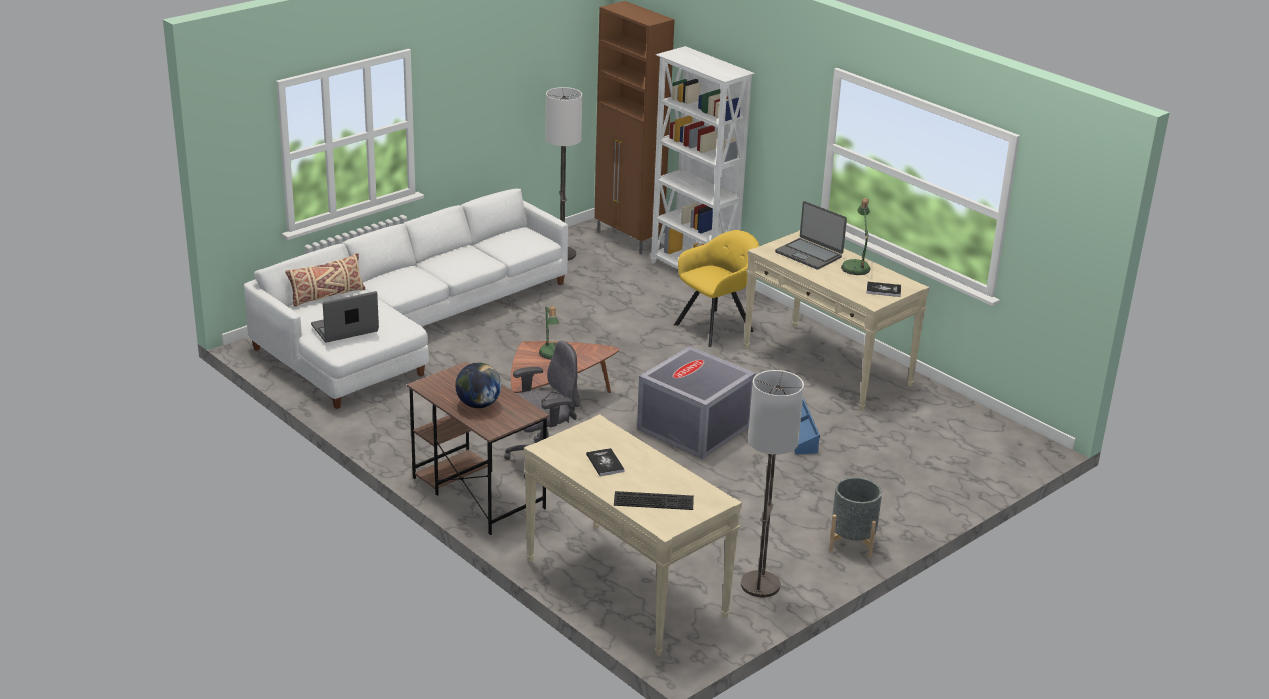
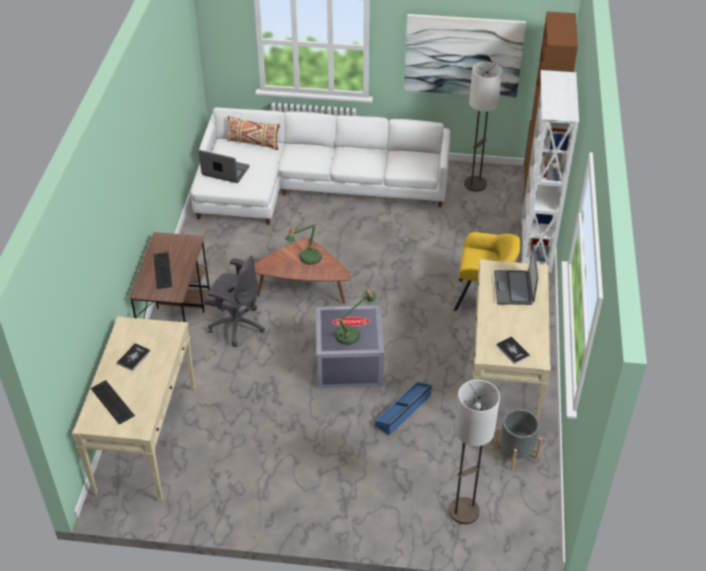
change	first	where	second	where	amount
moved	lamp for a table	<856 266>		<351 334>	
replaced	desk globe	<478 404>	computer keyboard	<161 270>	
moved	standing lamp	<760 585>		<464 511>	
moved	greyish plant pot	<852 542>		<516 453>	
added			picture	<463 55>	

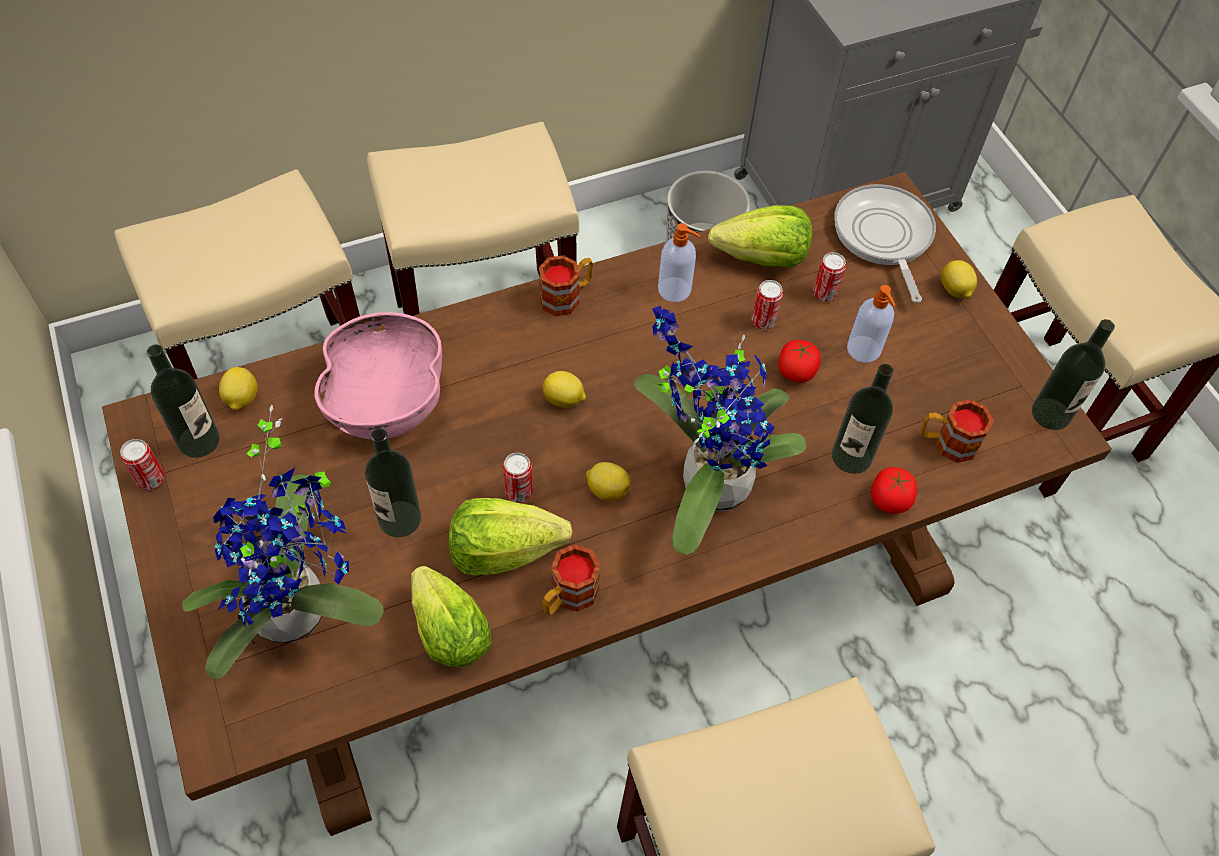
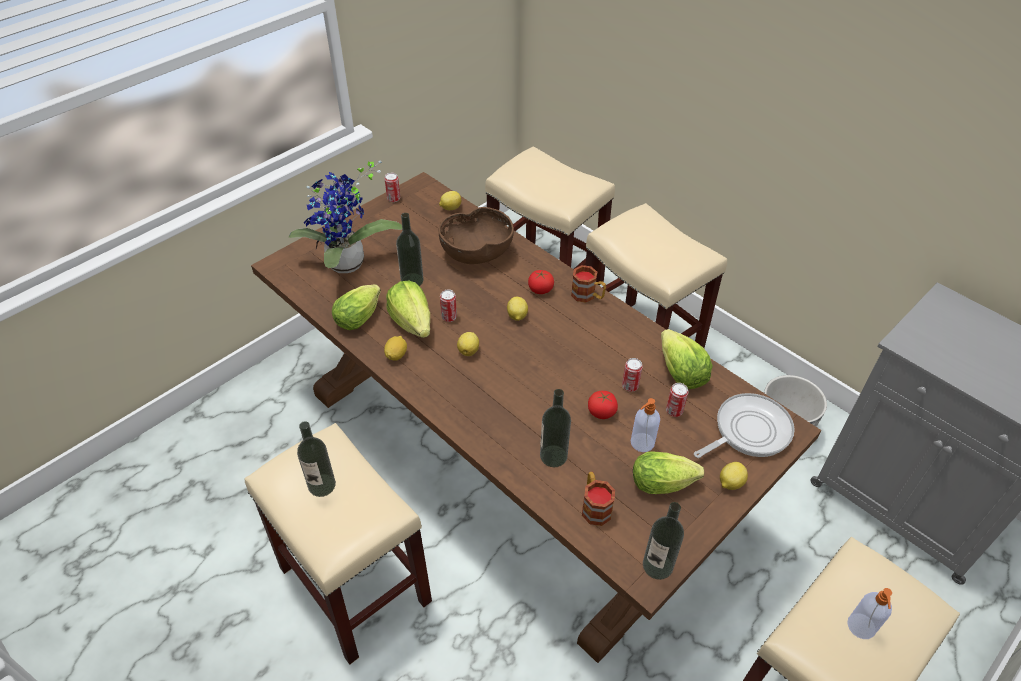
change	first	where	second	where	amount
moved	soap dispenser	<675 290>		<861 627>	
removed	plant in a pot	<706 483>			
recoloured	pinkish bowl	<387 402>	brown bowl	<477 253>	
moved	beverage bottle	<199 440>		<322 485>	
moved	tomato	<889 500>		<540 289>	
replaced	coffee mug	<568 597>	whole lemon	<396 355>	
added			lettuce head	<665 483>	

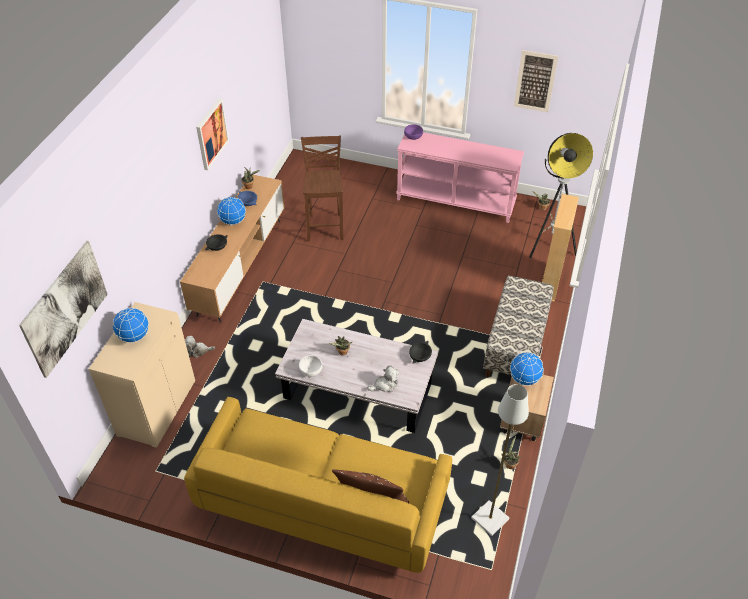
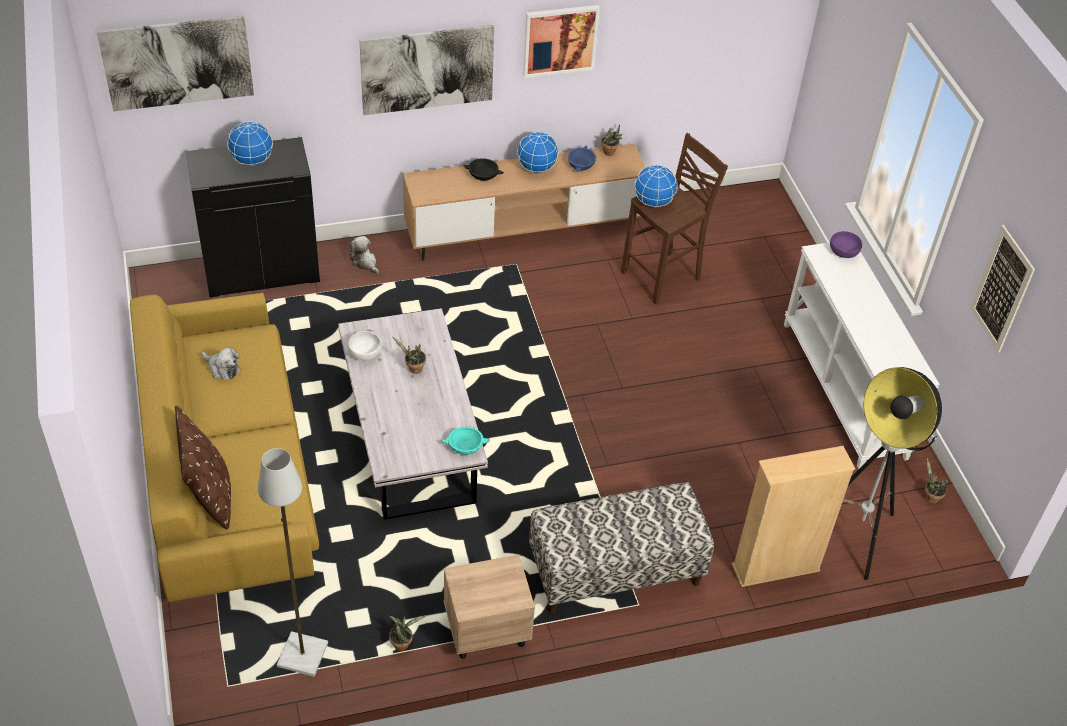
change	first	where	second	where	amount
recoloured	pinkish hall table	<456 201>	white hall table	<845 389>	
recoloured	sand-coloured storage cabinet	<156 407>	black storage cabinet	<262 270>	
recoloured	black bowl	<420 356>	turquoise-coloured bowl	<465 447>	
moved	desk globe	<524 378>		<653 202>	
moved	cuddly toy	<385 385>		<222 368>	
added			picture	<427 69>	

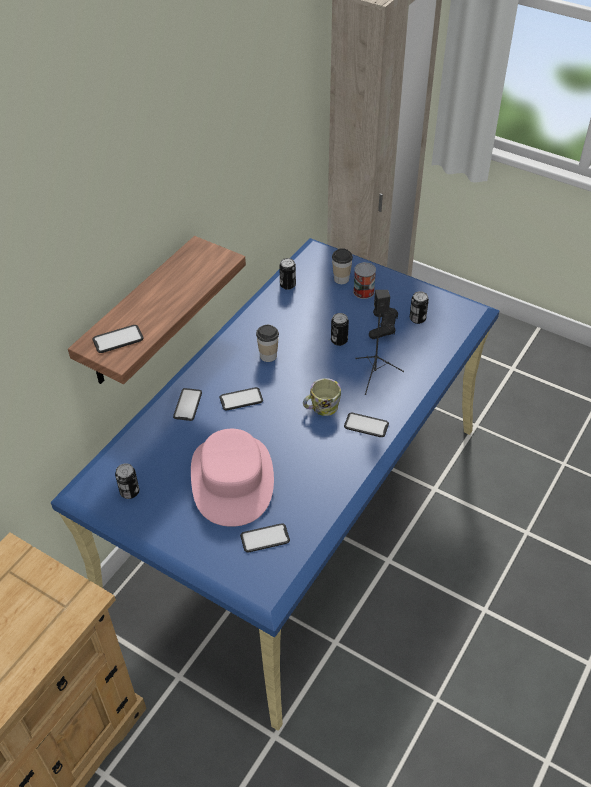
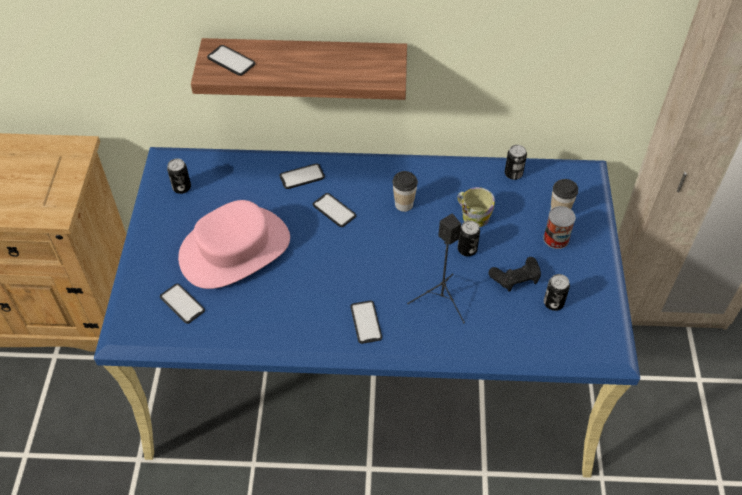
change	first	where	second	where	amount
moved	coffee mug	<321 407>		<472 215>	

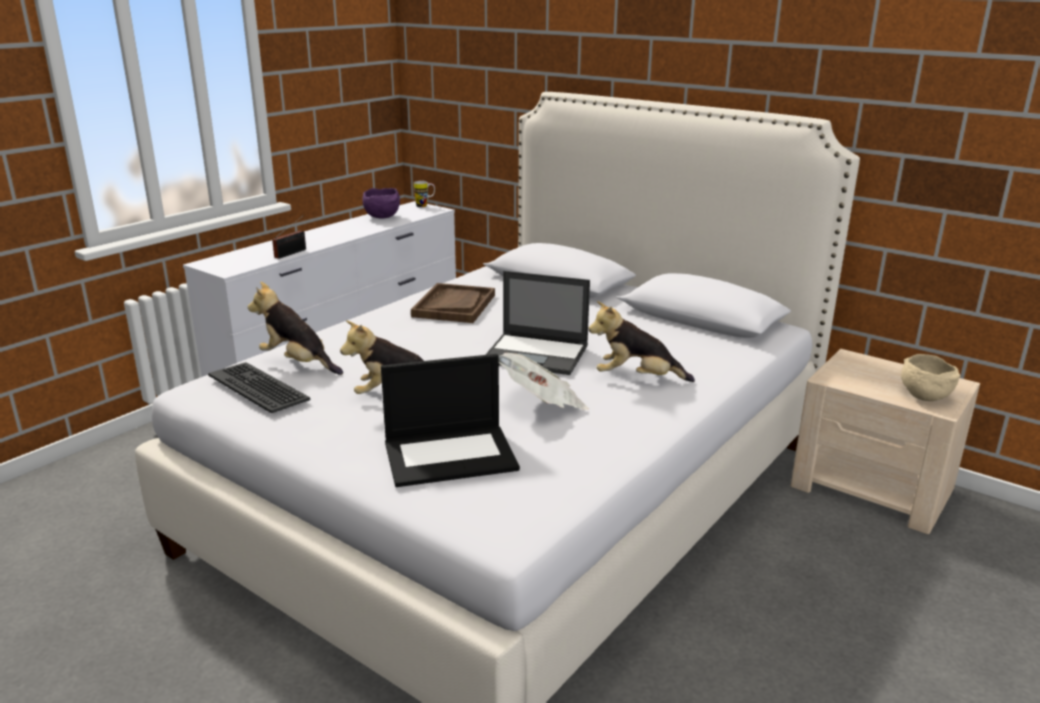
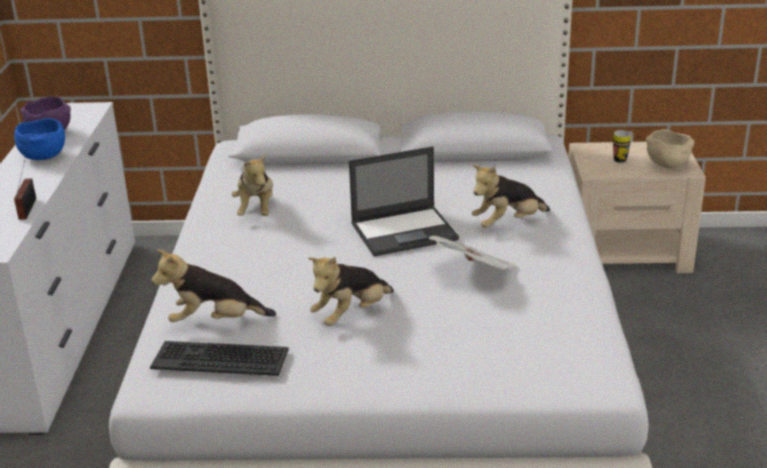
change	first	where	second	where	amount
moved	coffee mug	<425 206>		<622 159>	
replaced	brown serving tray	<454 305>	cuddly toy	<256 210>	
removed	laptop	<451 455>			
added			bluish bowl	<43 156>	

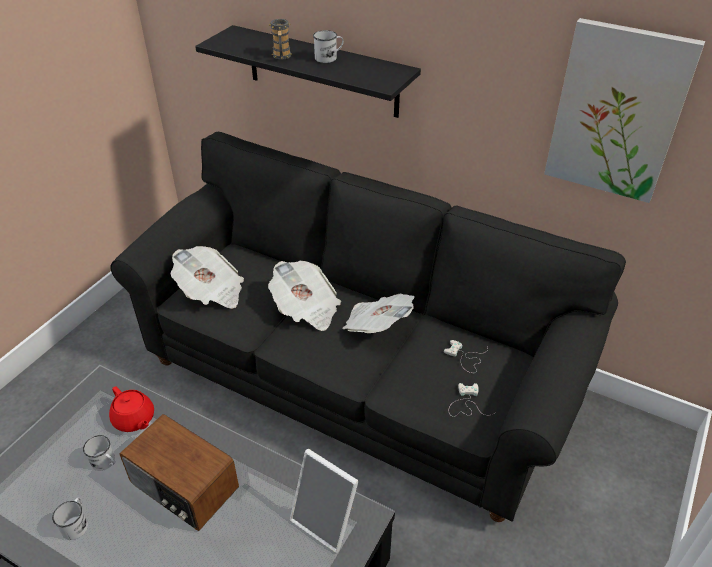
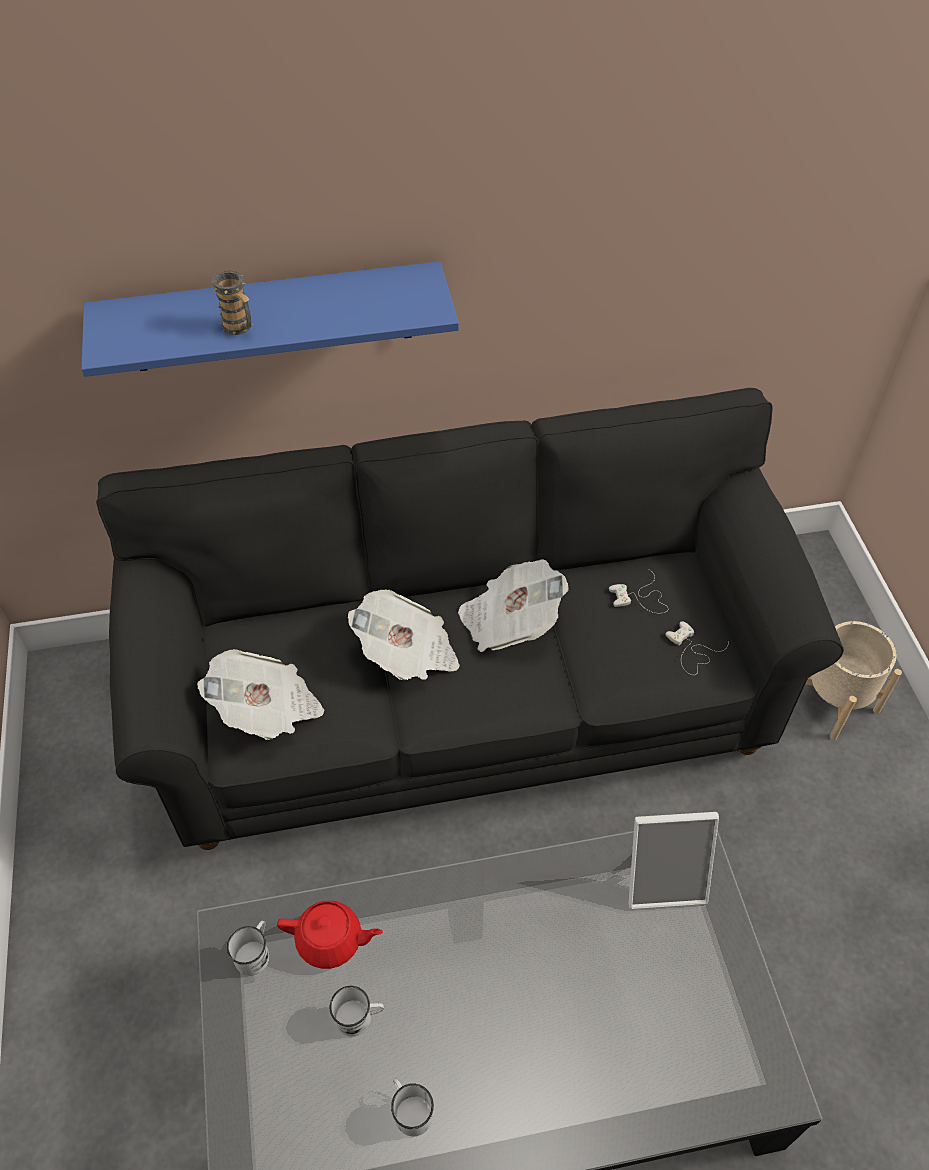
change	first	where	second	where	amount
removed	picture	<617 112>			
recoloured	black bracket shelf	<322 71>	bluish bracket shelf	<271 317>	
moved	white coffee mug	<329 57>		<255 952>	
removed	radio receiver	<184 487>			
added			sand-coloured plant pot	<835 702>	

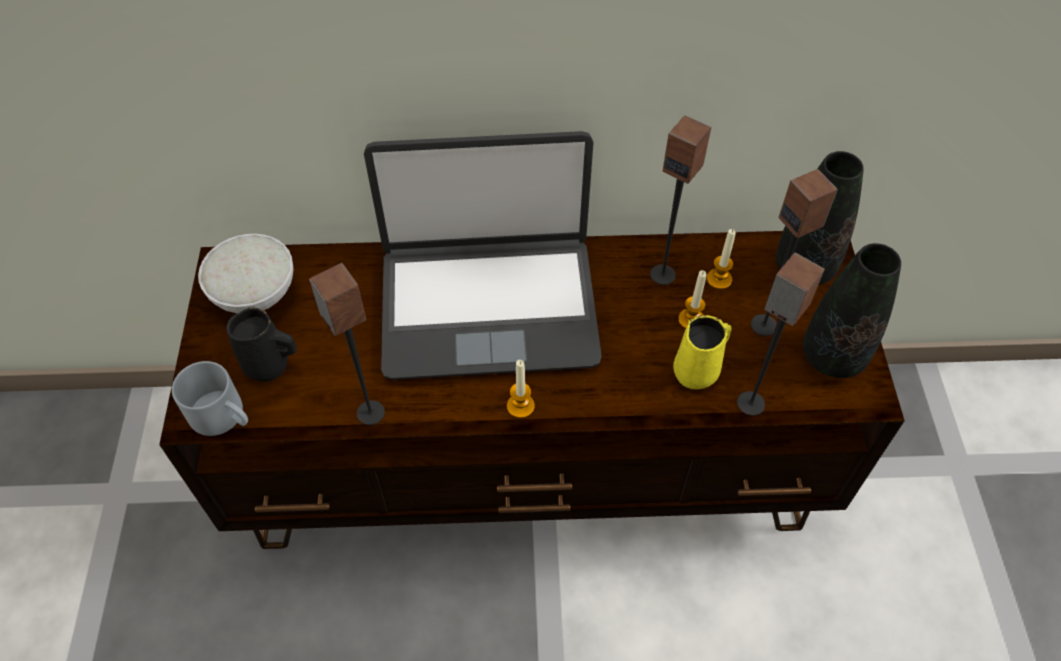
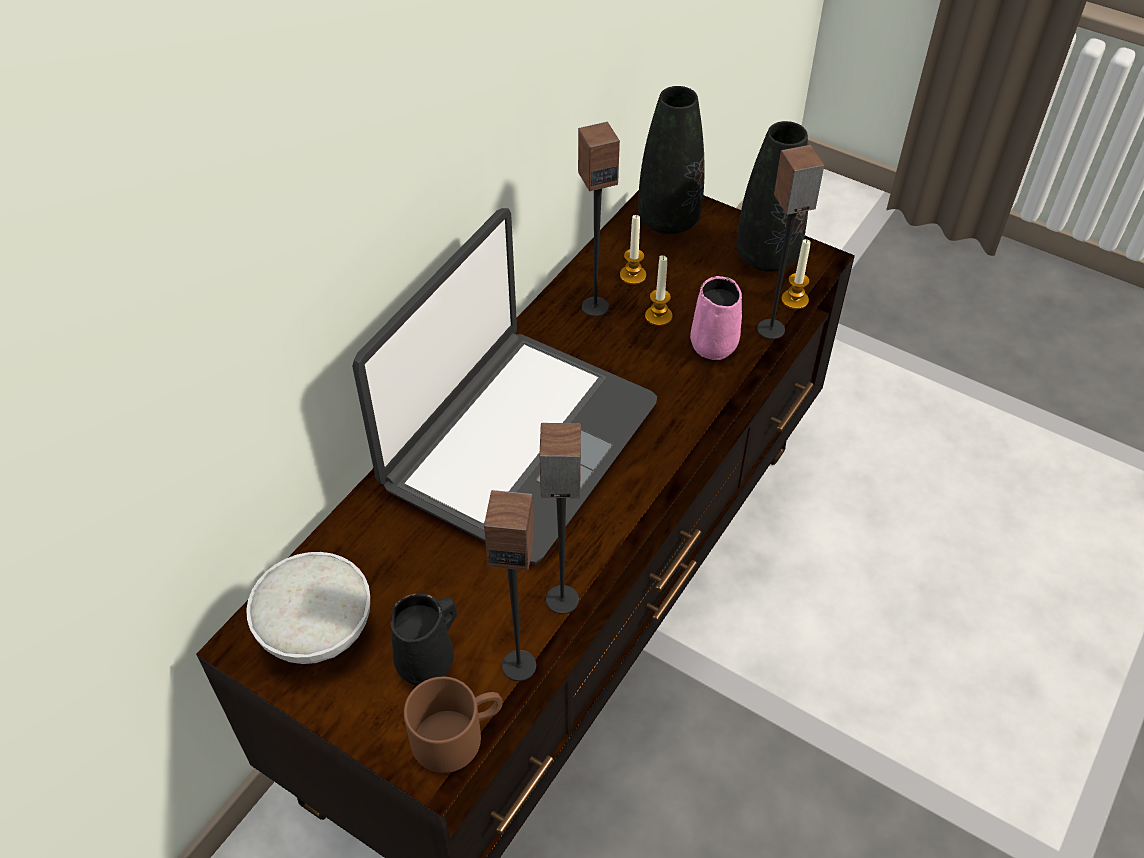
change	first	where	second	where	amount
moved	audio speaker	<764 325>		<519 665>	
recoloured	yellowish coffee mug	<697 371>	pinkish coffee mug	<713 342>	
moved	candle	<520 406>		<794 300>	
recoloured	greyish coffee mug	<224 415>	brown coffee mug	<457 733>	

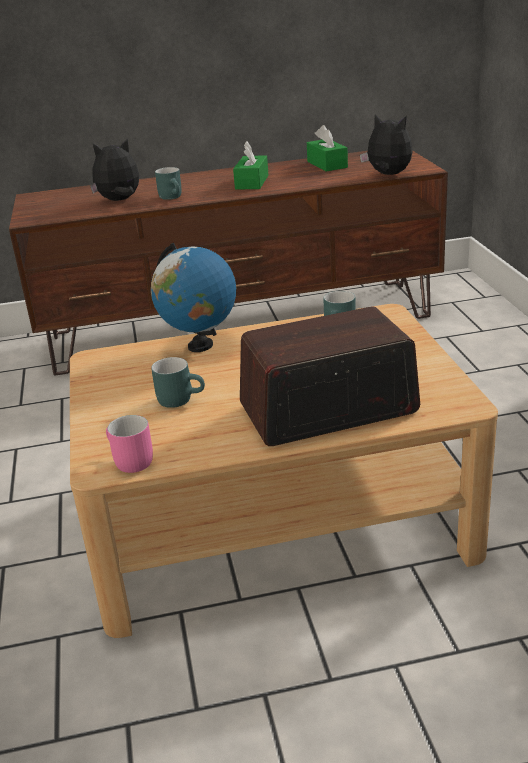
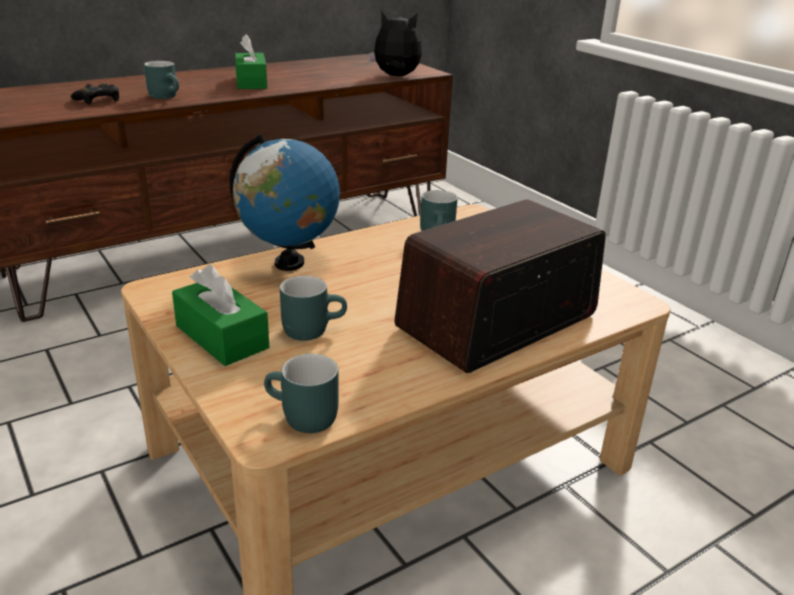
change	first	where	second	where	amount
moved	green tissue holder	<327 164>		<222 337>	
replaced	cuddly toy	<119 200>	black joypad	<98 100>	
recoloured	pinkish coffee mug	<127 462>	turquoise-coloured coffee mug	<301 418>	

